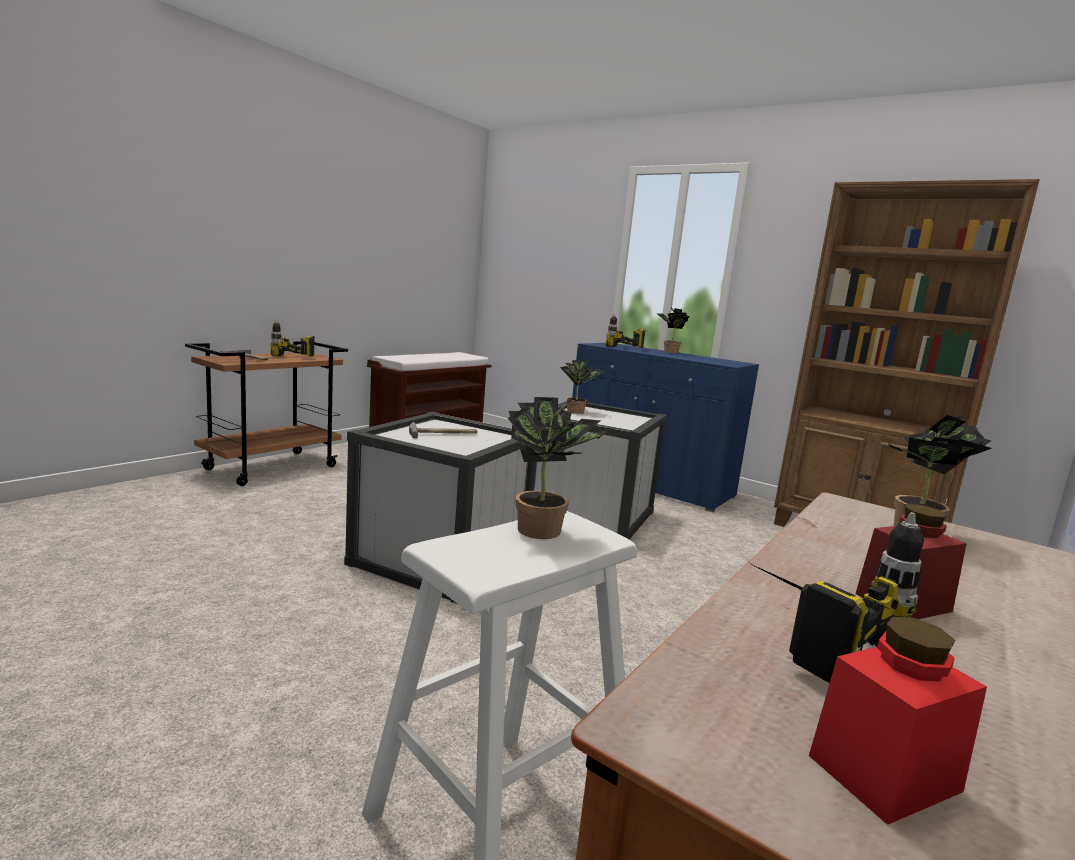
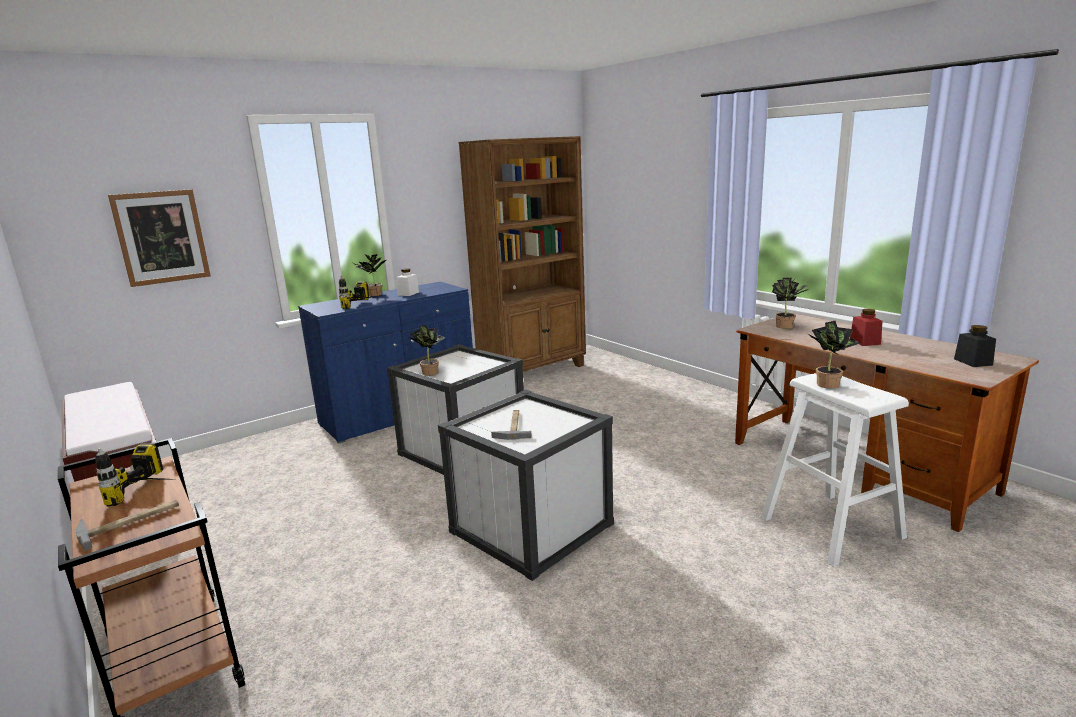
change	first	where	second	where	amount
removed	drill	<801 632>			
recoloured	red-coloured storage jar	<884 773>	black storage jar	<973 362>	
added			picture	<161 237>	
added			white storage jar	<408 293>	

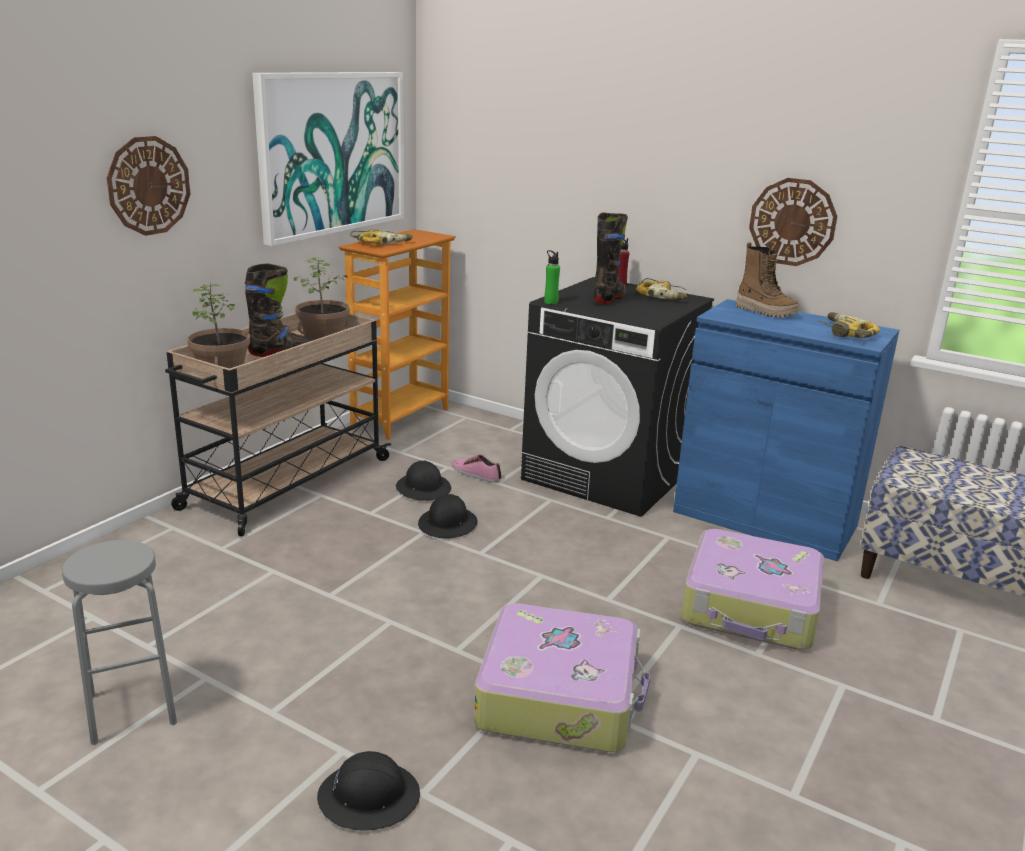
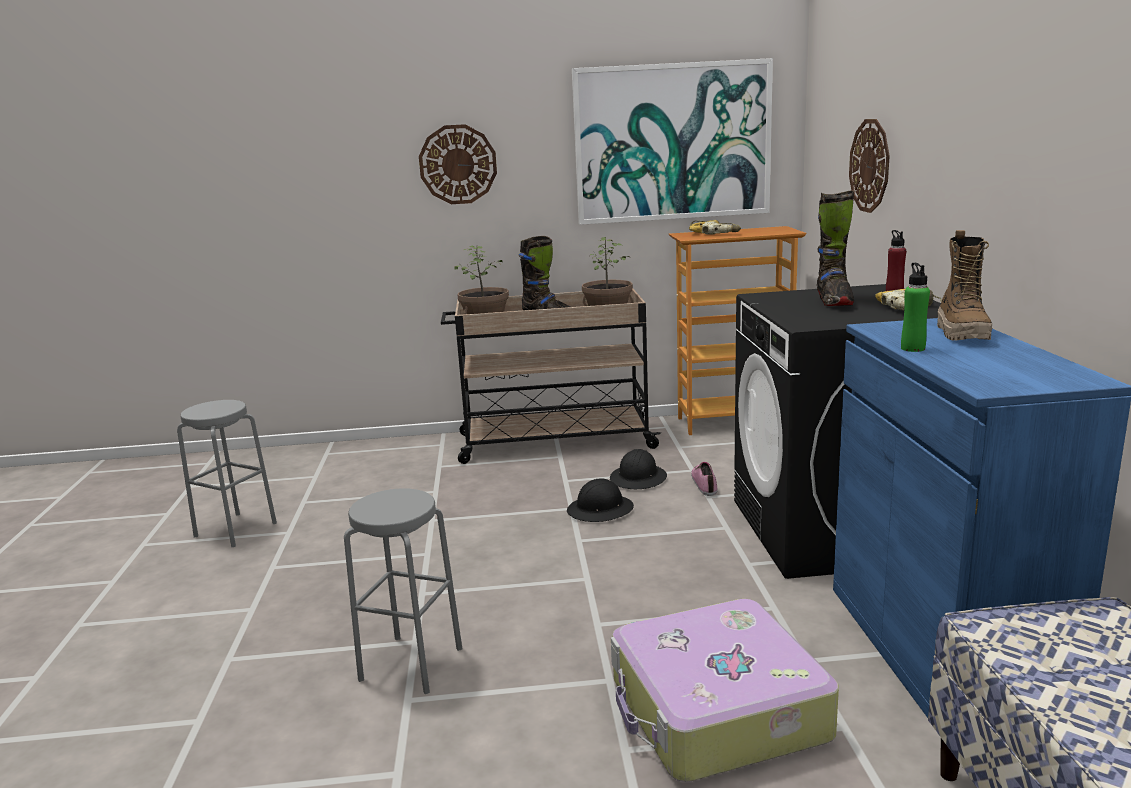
change	first	where	second	where	amount
moved	hanging clock	<792 222>		<870 165>	
turned	black boot	<609 298>		<833 302>	105 degrees clockwise
moved	green beverage bottle	<551 302>		<912 348>	
removed	drill	<844 333>			
replaced	suitcase	<560 695>	greyish stool seat	<411 663>	
removed	black safety helmet	<369 797>			

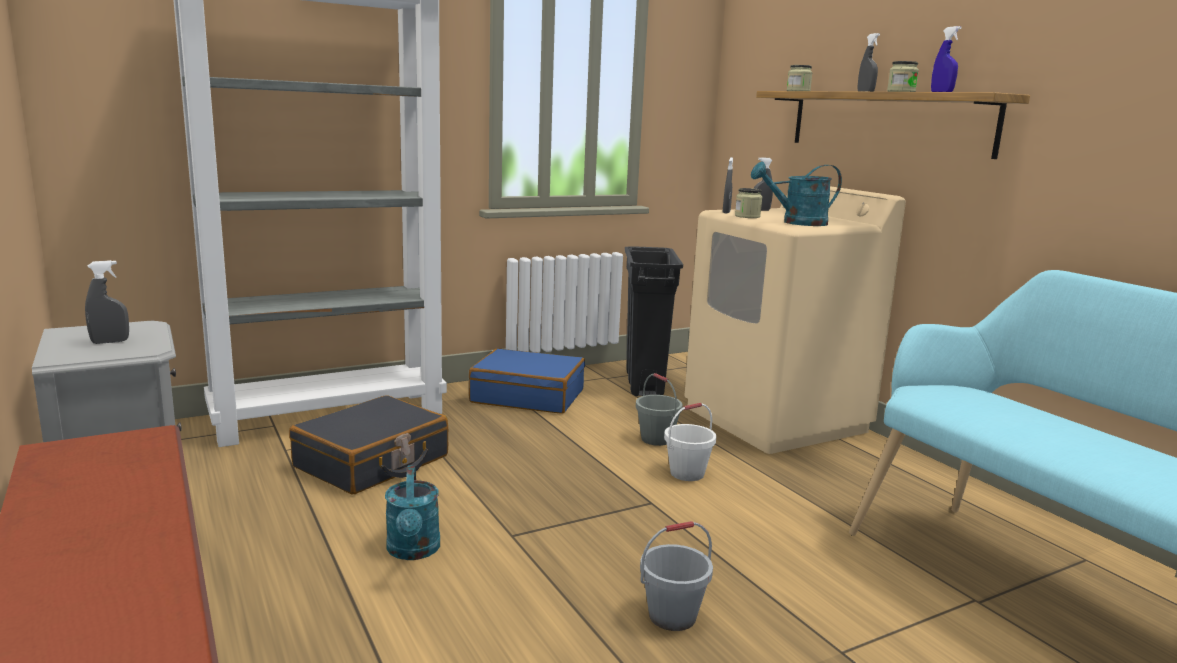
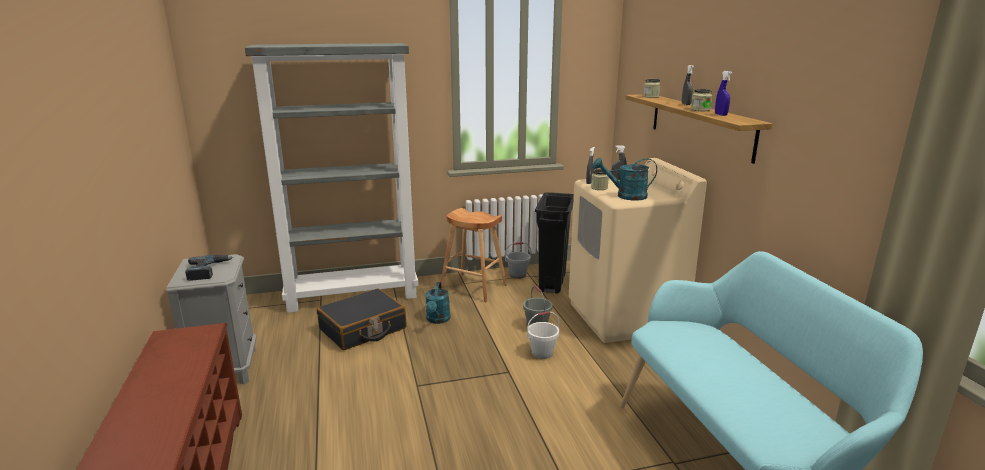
change	first	where	second	where	amount
replaced	greyish spray bottle	<110 342>	drill	<208 270>	
replaced	bluish suitcase	<528 396>	brown stool seat	<473 288>	
moved	turquoise-coloured watering can	<413 551>		<437 320>	
moved	greyish bucket	<672 616>		<518 275>	

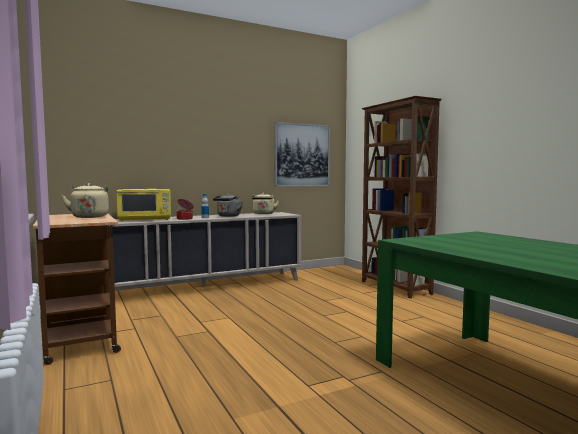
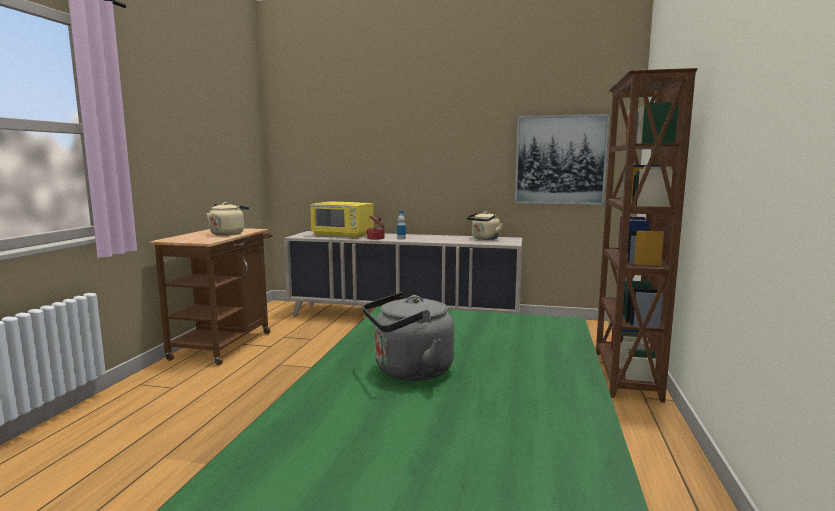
change	first	where	second	where	amount
moved	greyish tea kettle	<228 216>		<409 371>	

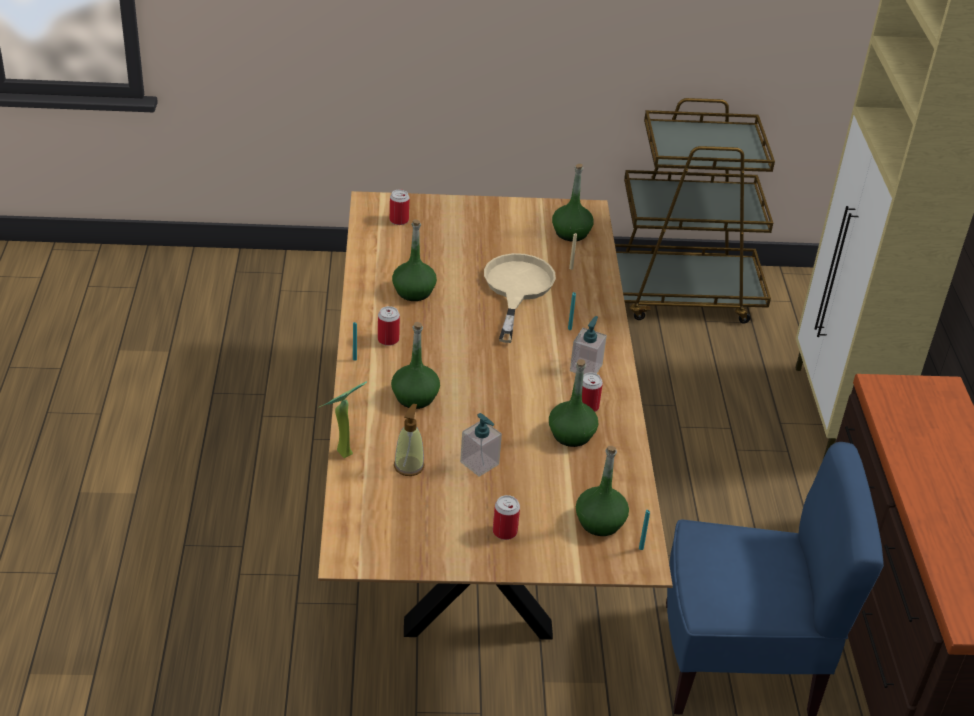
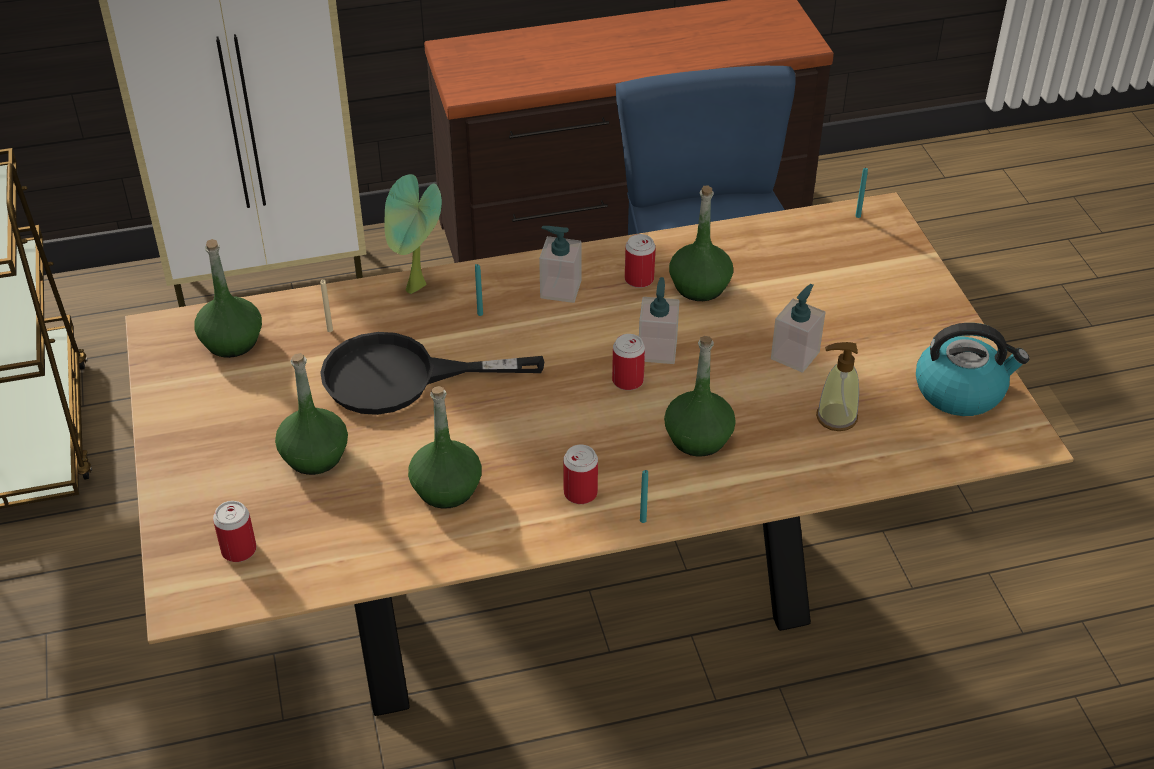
change	first	where	second	where	amount
recoloured	sand-coloured skillet	<516 289>	black skillet	<401 377>	
moved	plant in a pot	<340 453>		<416 290>	
moved	green beverage bottle	<600 522>		<314 456>	
moved	can	<504 531>		<627 380>	
added			soap dispenser	<657 350>	
added			tea kettle	<961 390>	

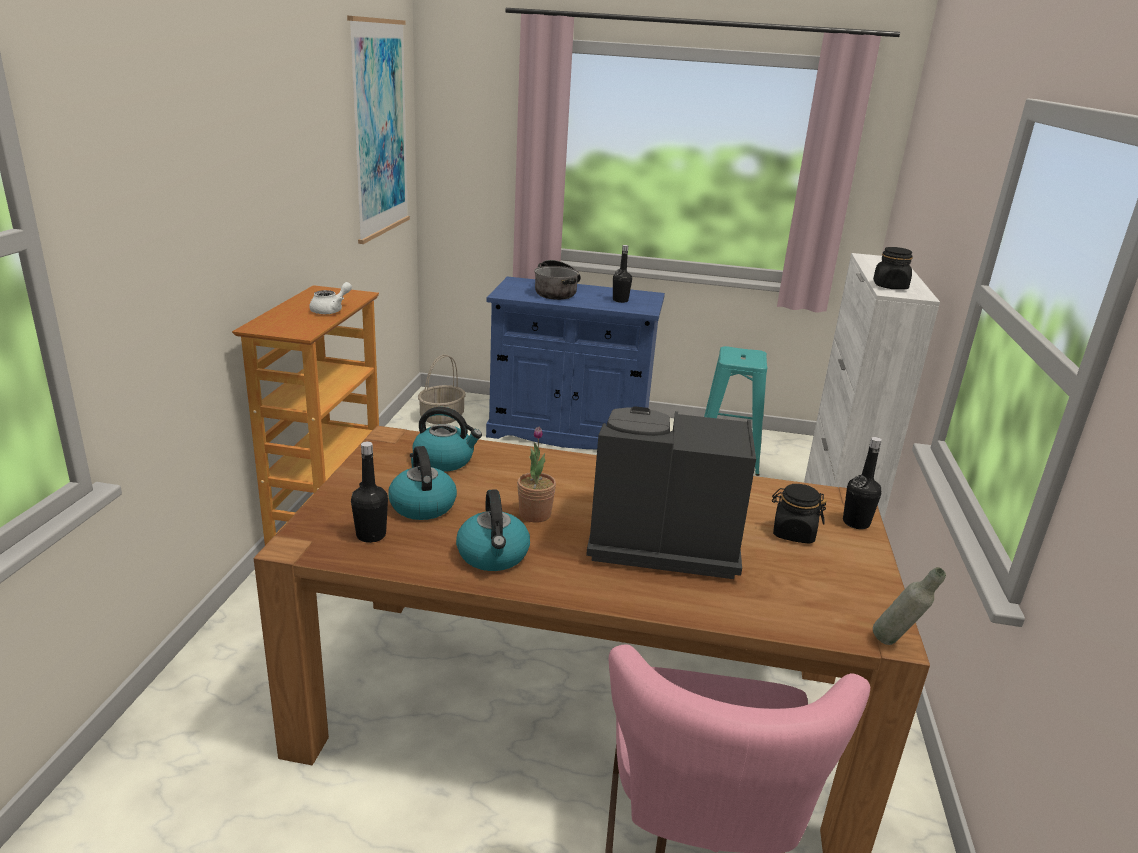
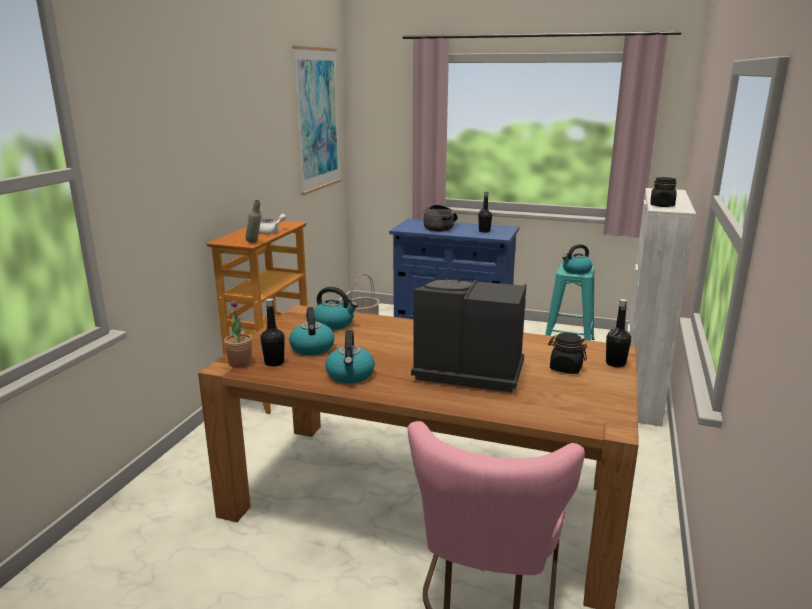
change	first	where	second	where	amount
moved	plant in a pot	<535 514>		<240 363>	
moved	greyish beverage bottle	<896 644>		<255 243>	
added			tea kettle	<576 271>	

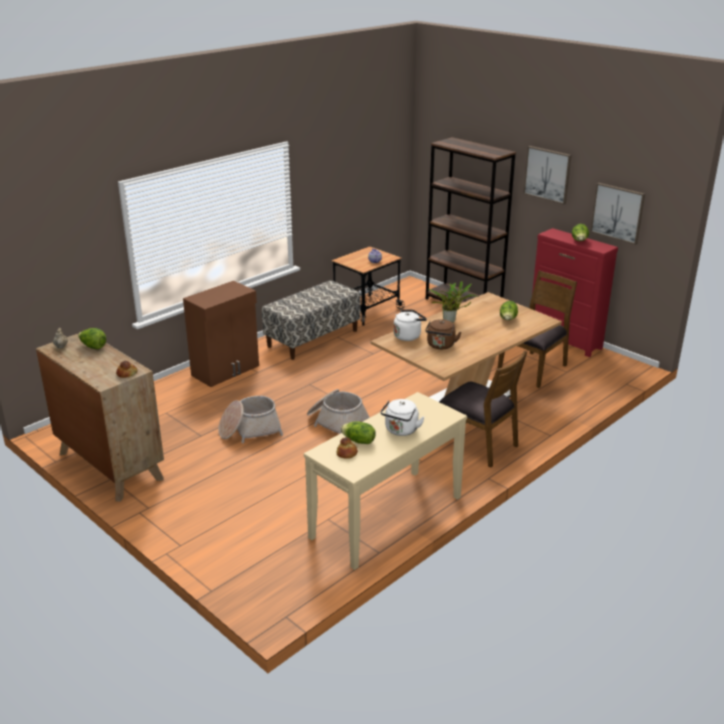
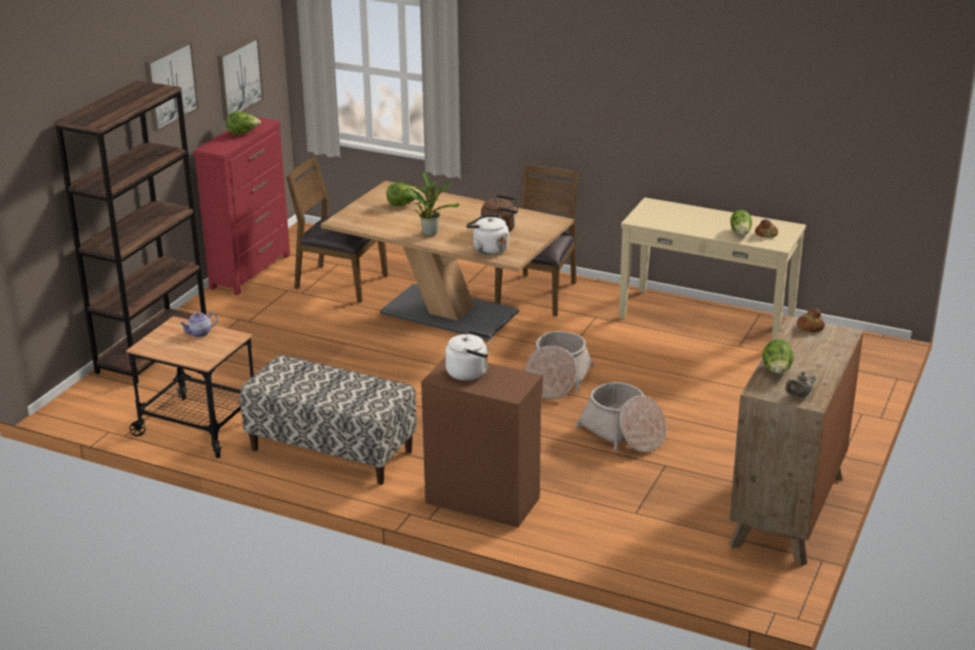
change	first	where	second	where	amount
moved	white tea kettle	<401 431>		<470 373>	

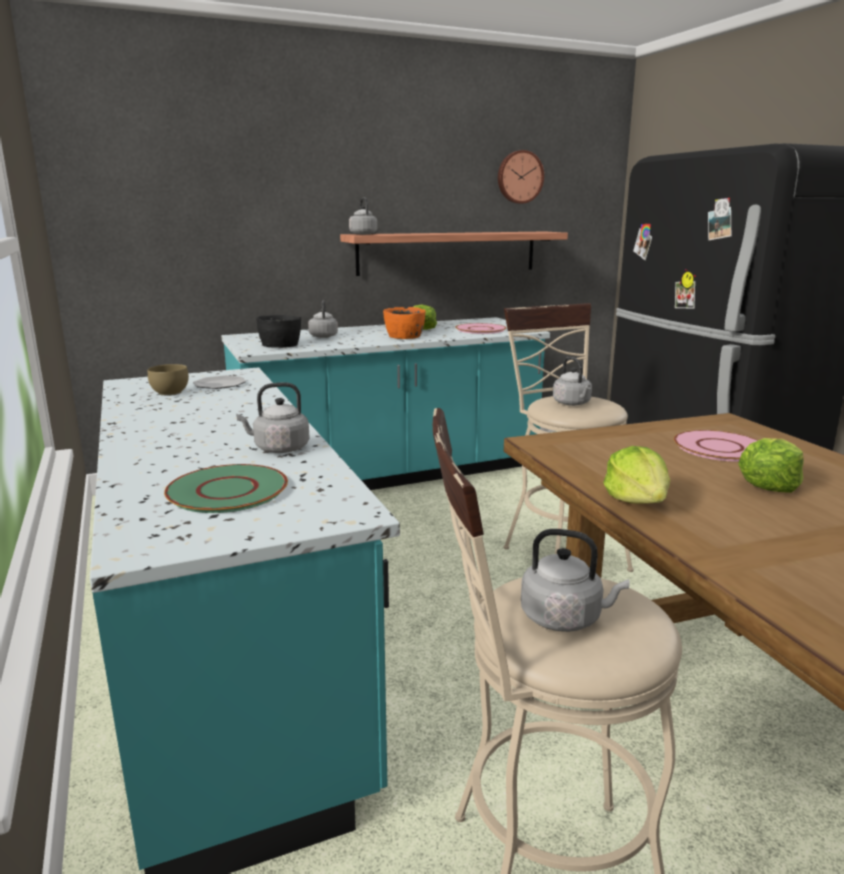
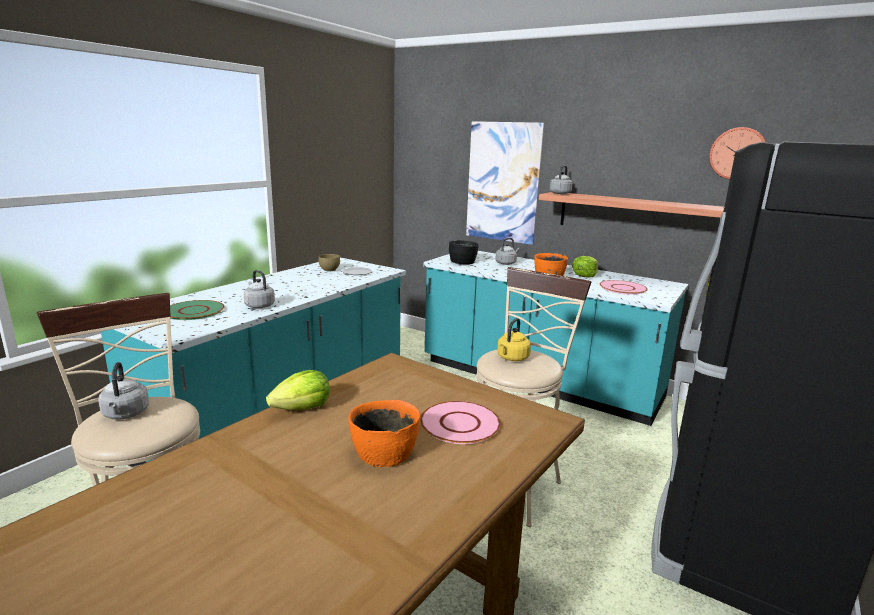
change	first	where	second	where	amount
recoloured	greyish tea kettle	<572 404>	yellowish tea kettle	<512 358>	
replaced	lettuce head	<769 484>	orange-coloured bowl	<383 452>	
added			picture	<502 182>	

